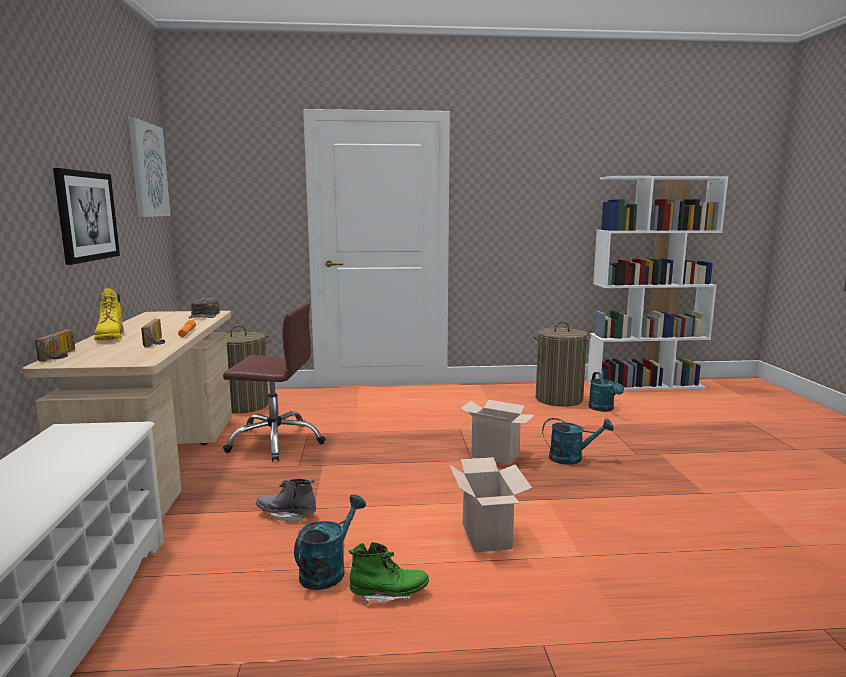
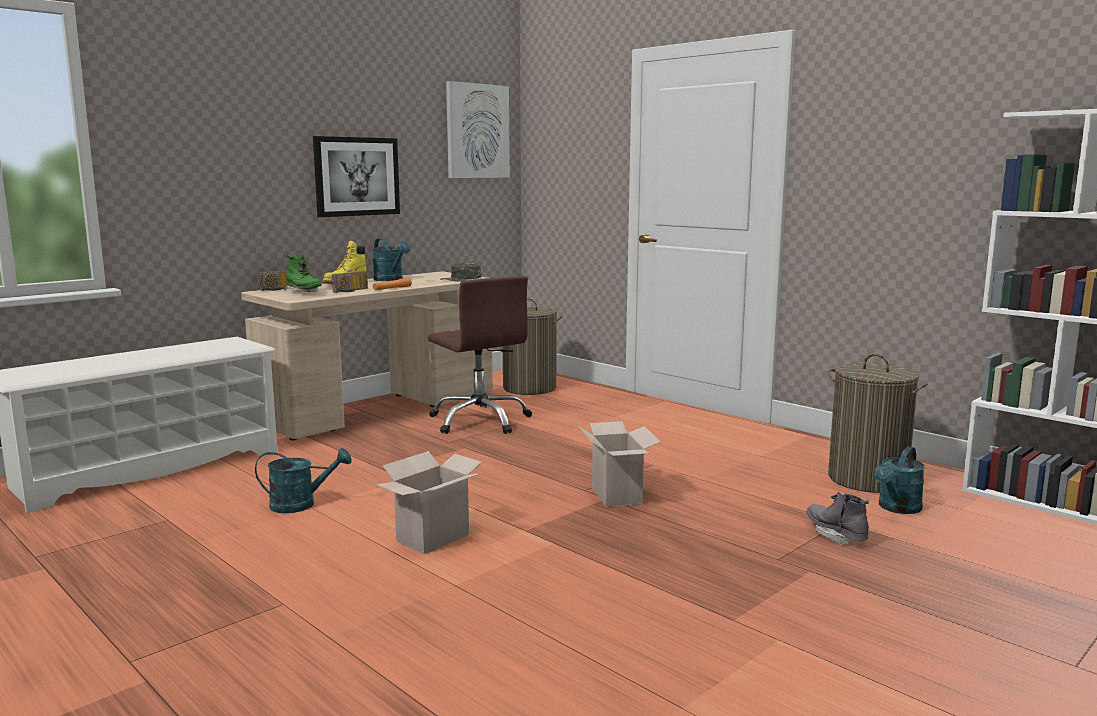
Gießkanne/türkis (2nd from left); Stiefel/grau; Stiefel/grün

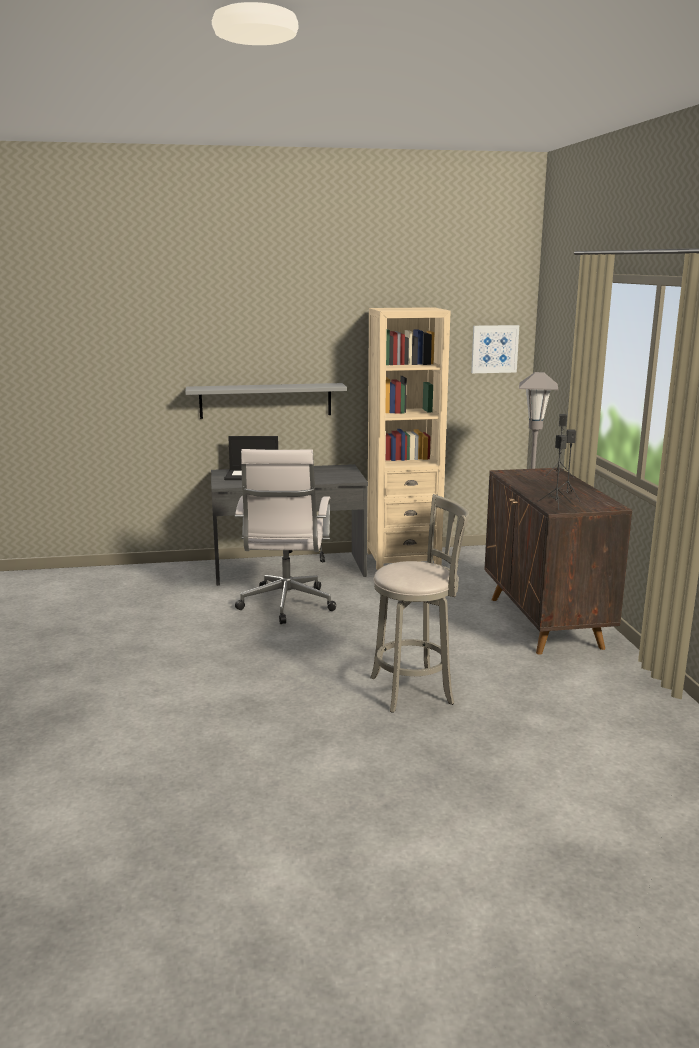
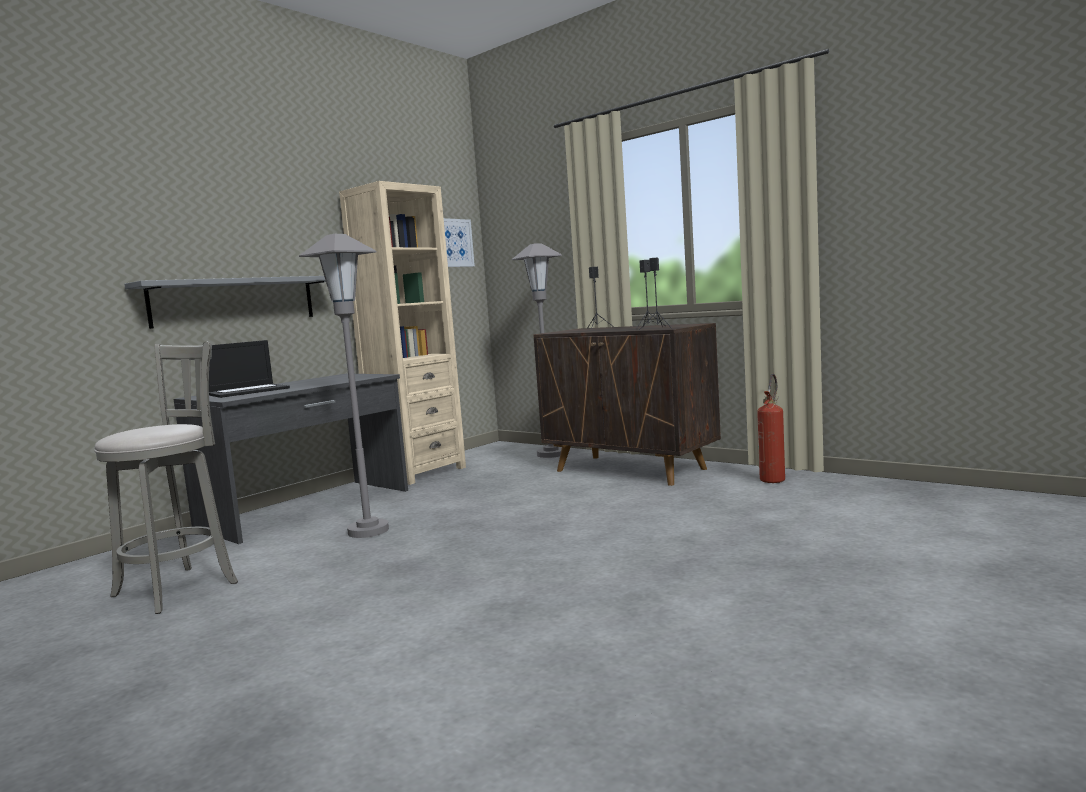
Stehlampe/grau (1st from left); Hocker/grau; Feuerlöscher

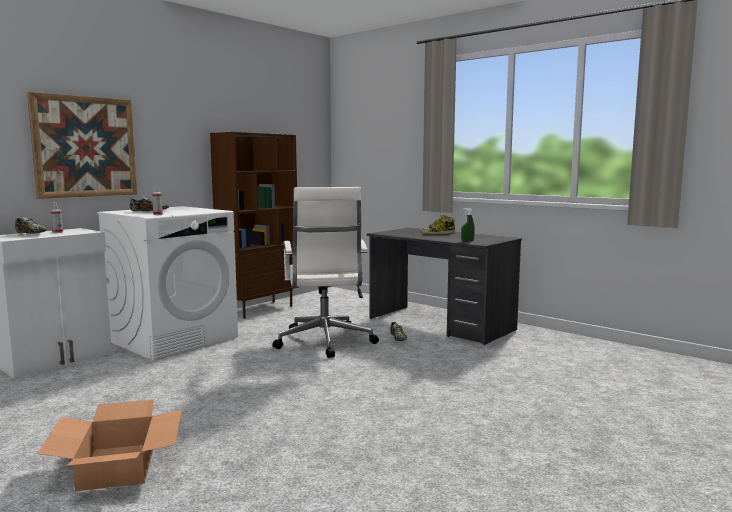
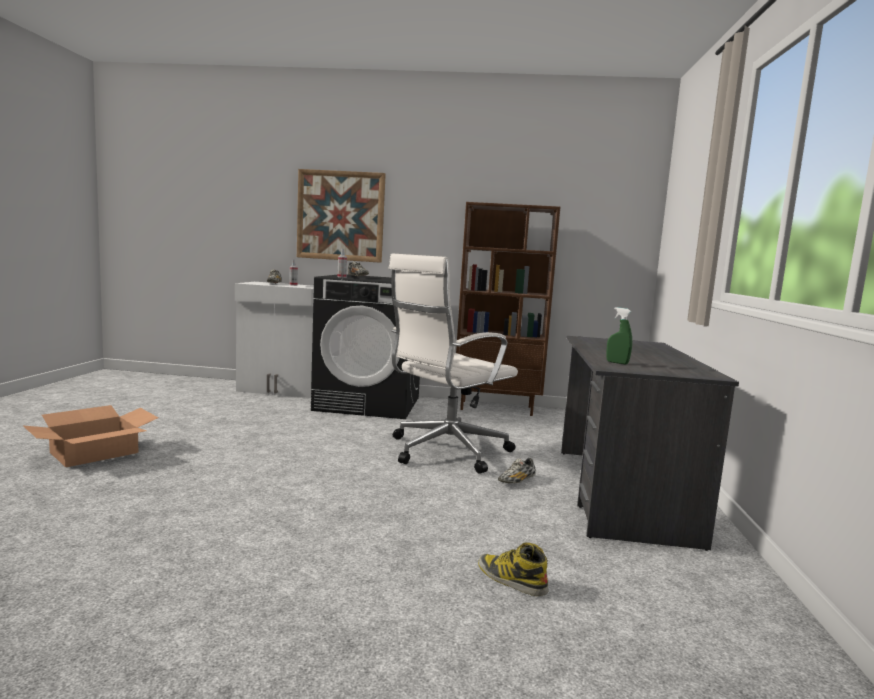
Waschmaschine/schwarz; Stiefel

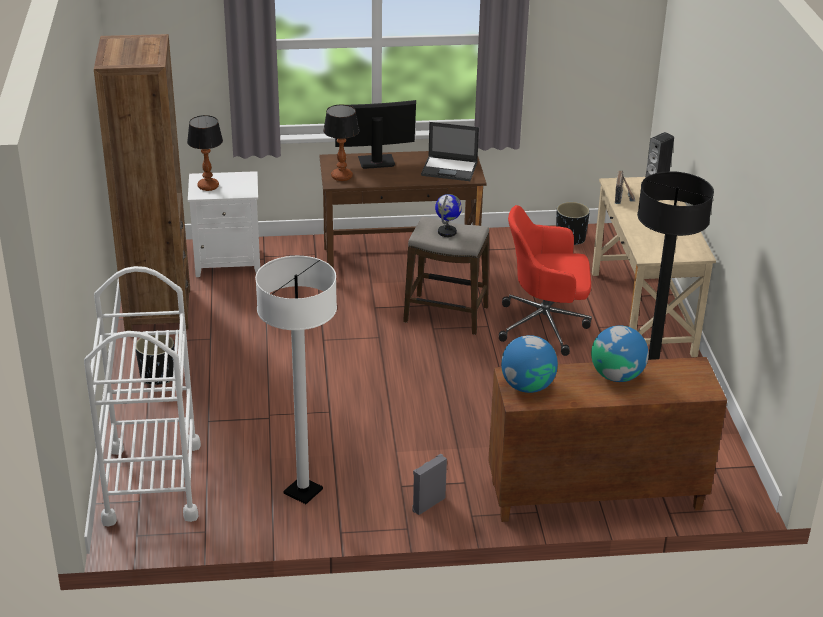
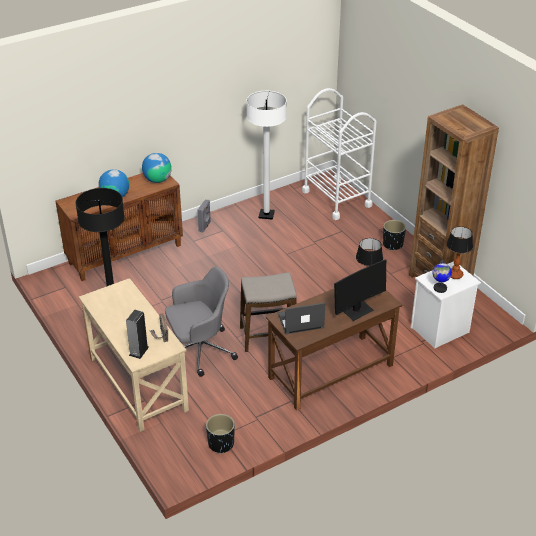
Globus (3rd from left); Bürostuhl/grau

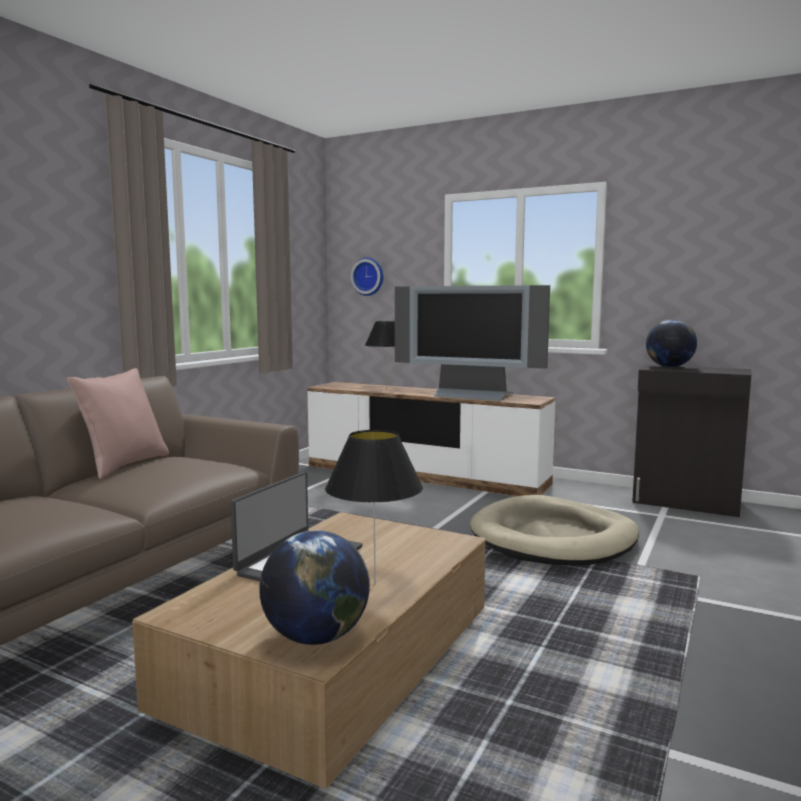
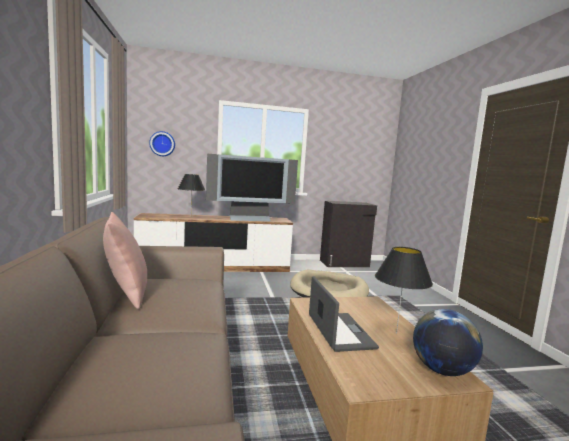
Globus (2nd from left in the first image)

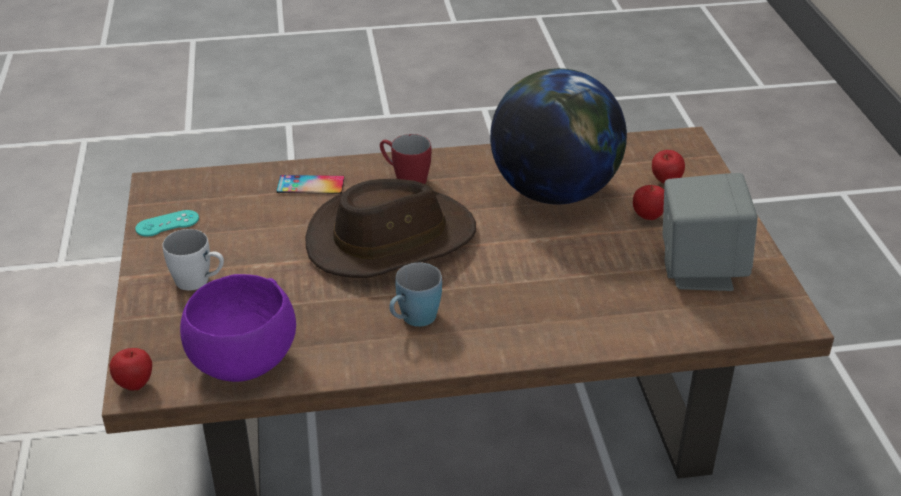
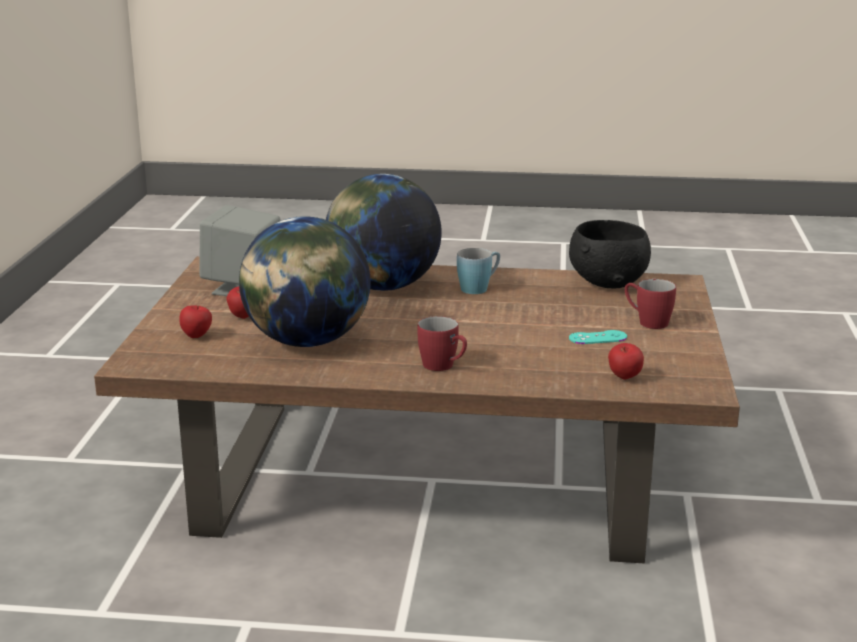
Handy; Hut/braun; Gamepad/türkis; Henkelbecher/rot (2nd from left); Schüssel/schwarz; Apfel (3rd from left); Globus (2nd from left)

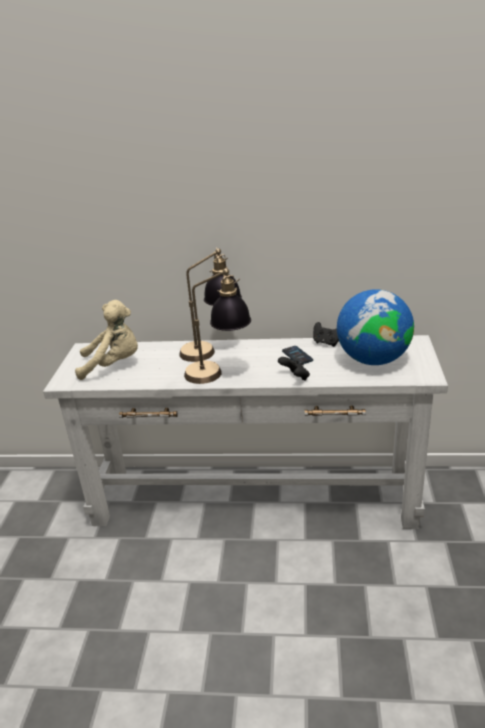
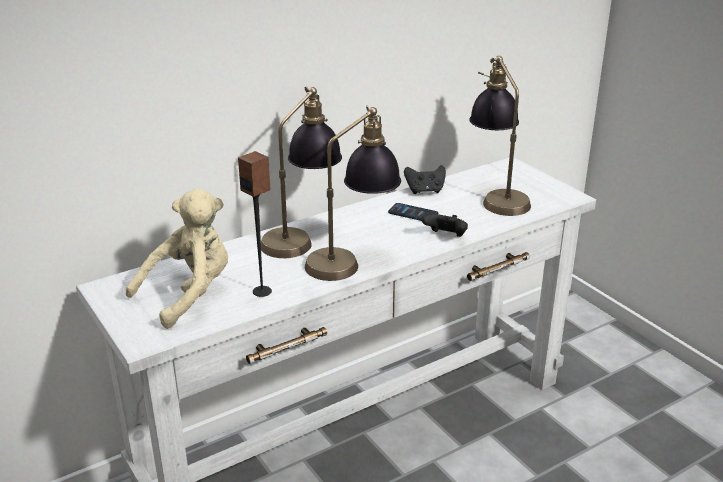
Tischlampe (3rd from left); Lautsprecher

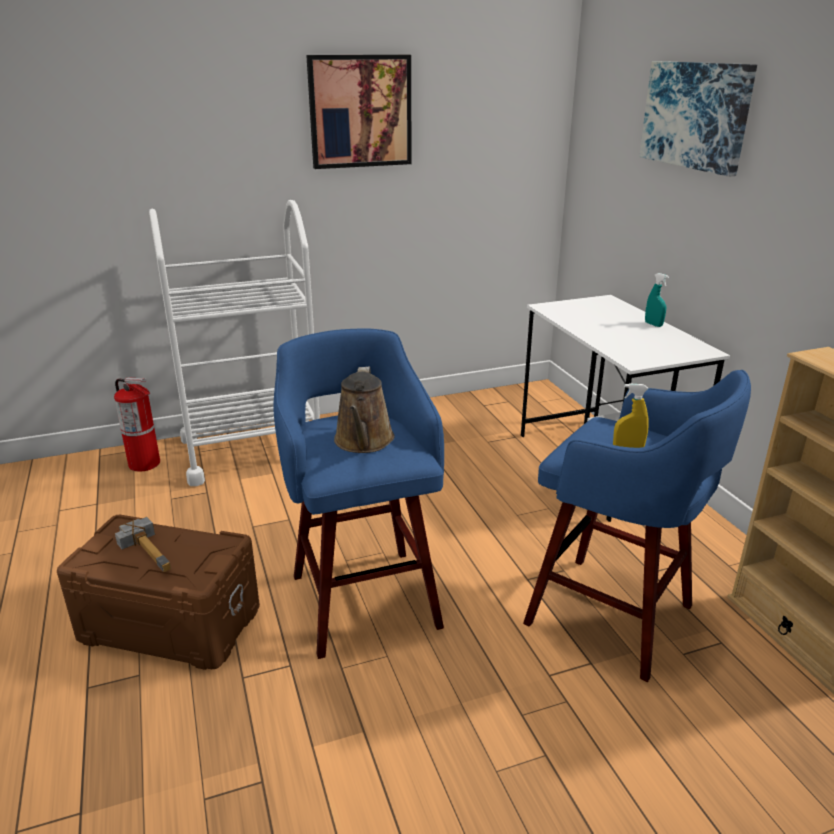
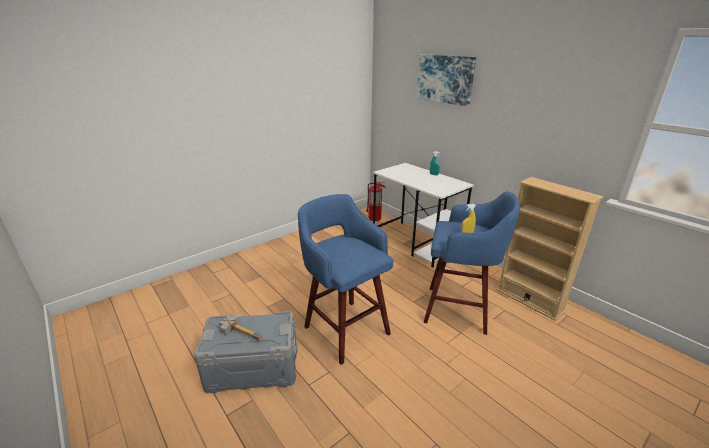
Bild (1st from left in the first image); Rollwagen/weiß; Gießkanne/braun; Feuerlöscher; Aufbewahrungsbox/grau

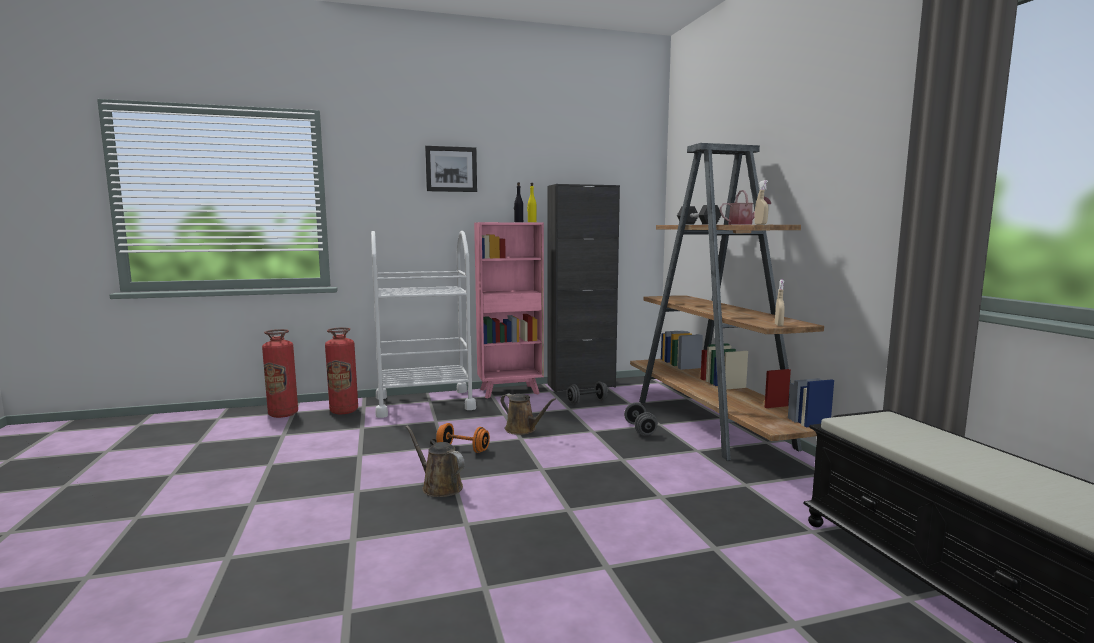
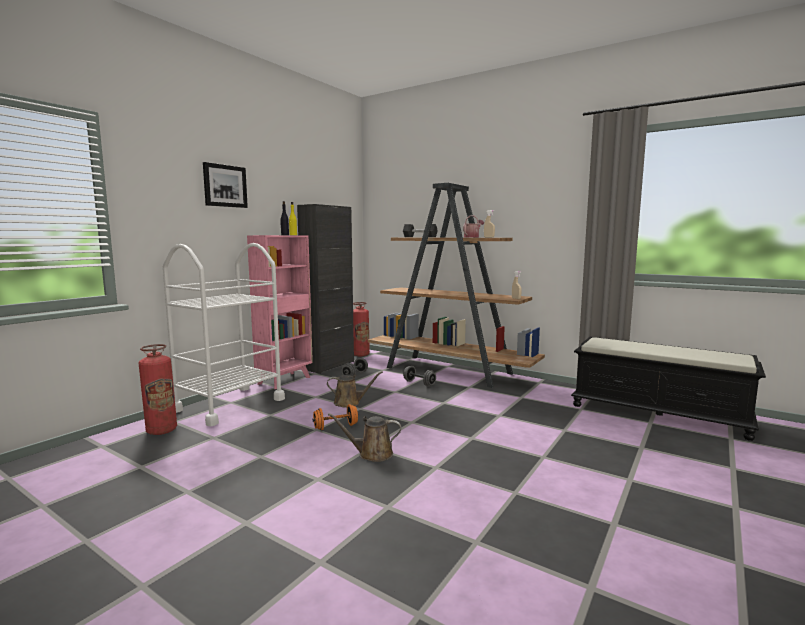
Feuerlöscher (2nd from left)

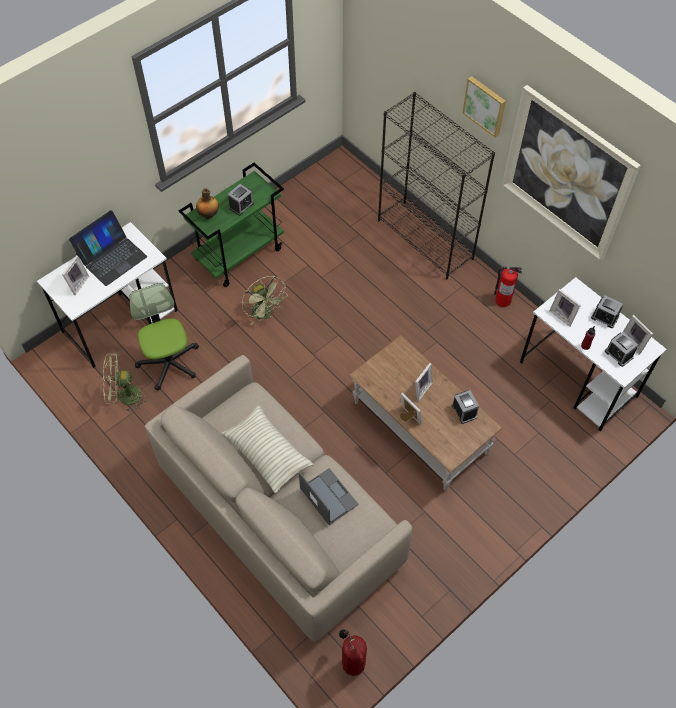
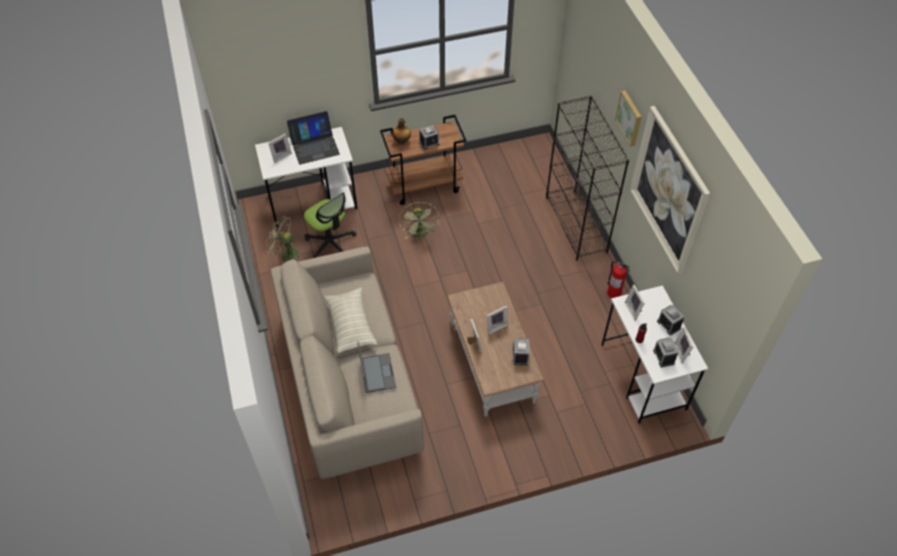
Rollwagen/braun; Bürostuhl; Feuerlöscher (1st from left in the first image)

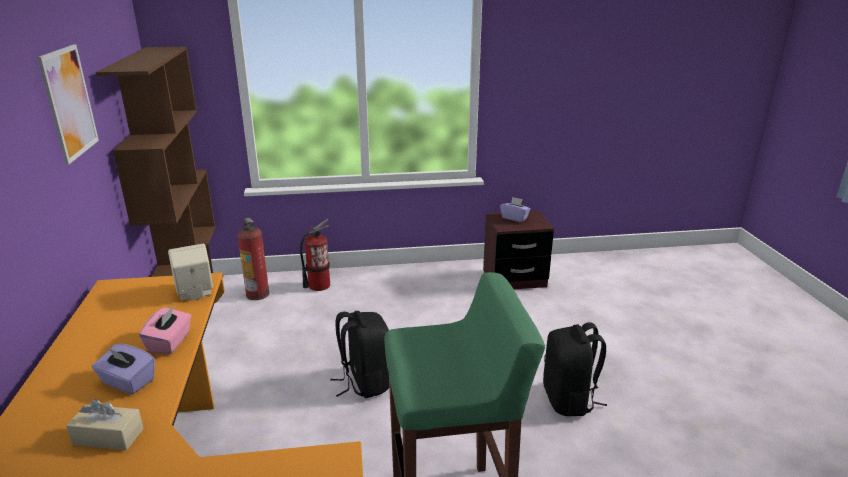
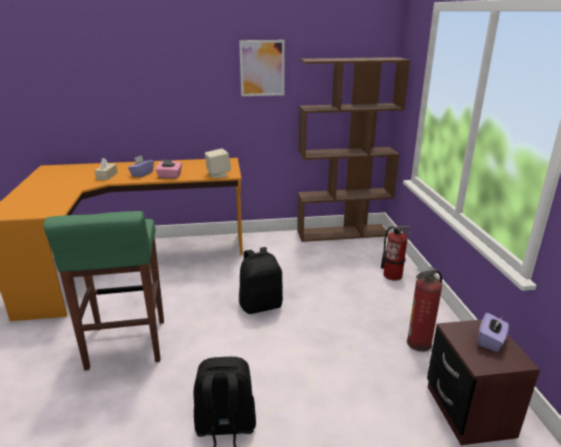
Feuerlöscher (2nd from left)

